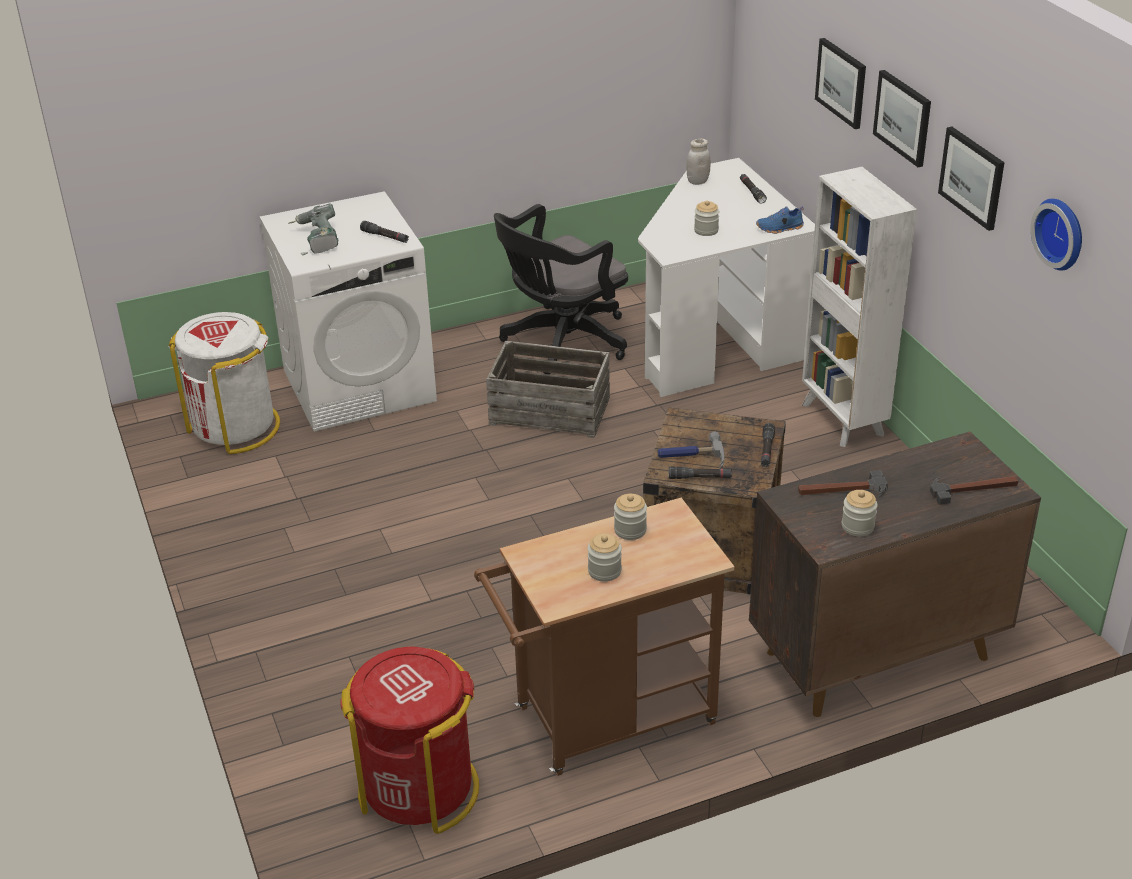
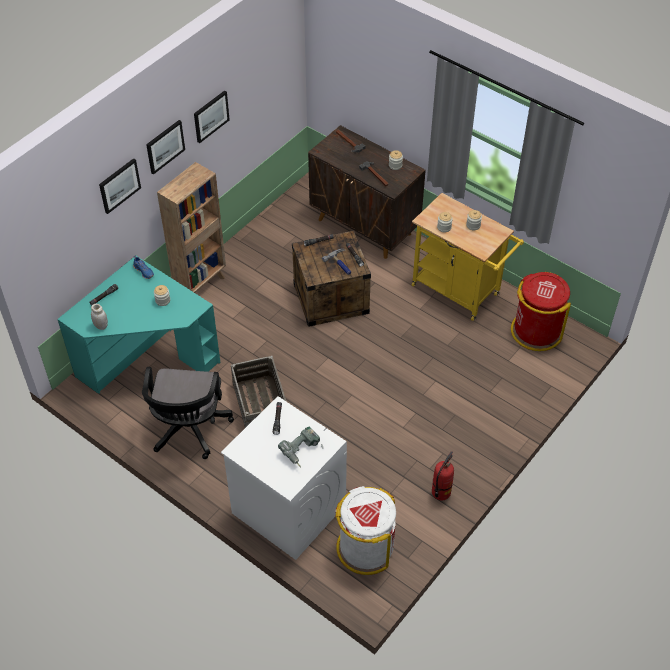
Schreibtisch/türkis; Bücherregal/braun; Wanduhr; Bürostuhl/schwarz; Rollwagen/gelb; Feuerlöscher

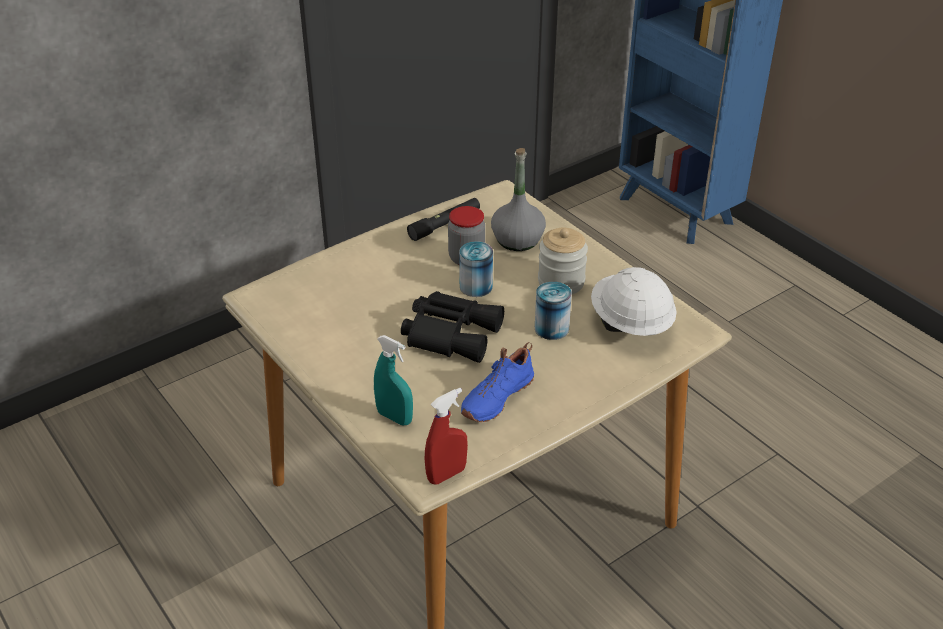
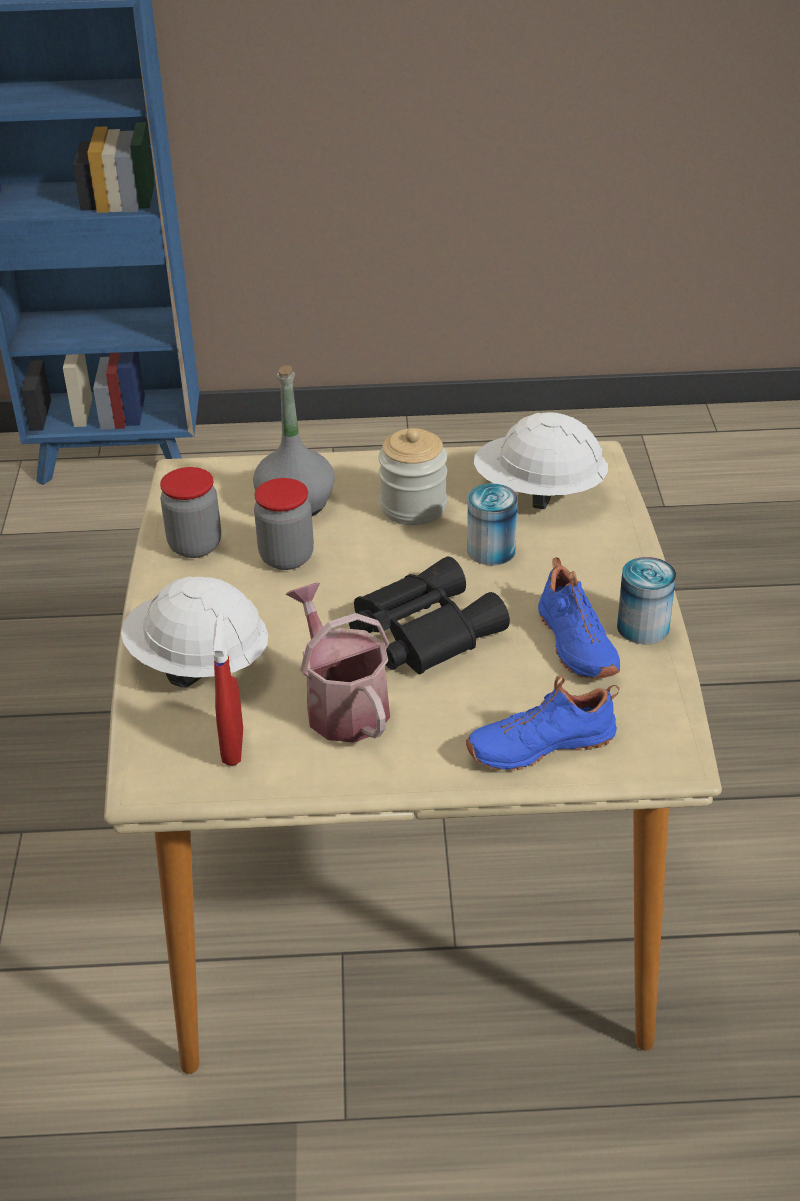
Vorratsglas (1st from left); Dose (2nd from left); Schuh/blau (1st from left); Sprühflasche/rot; Schutzhelm/weiß (1st from left); Gießkanne

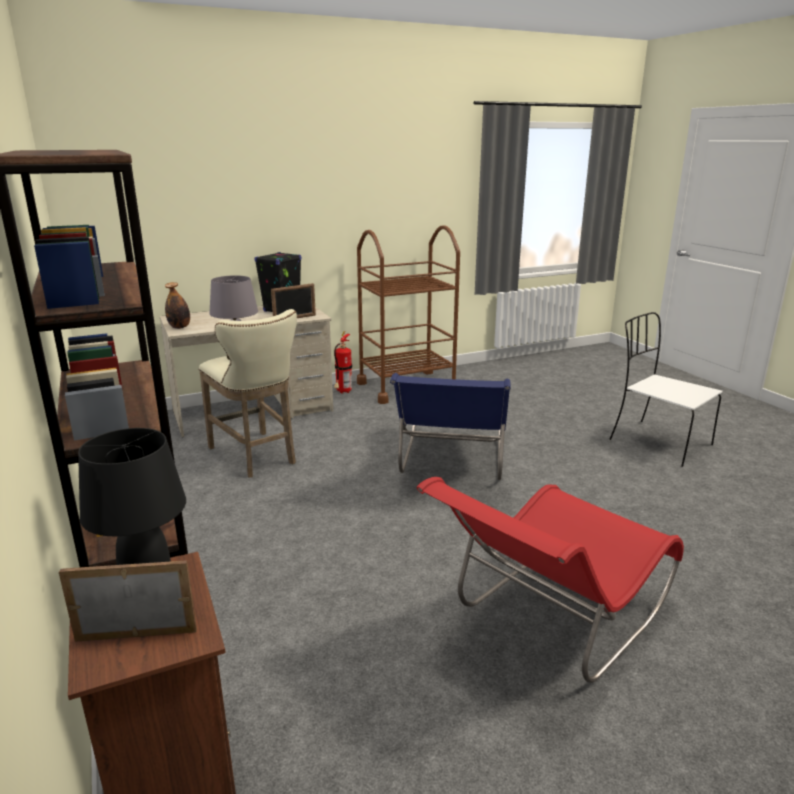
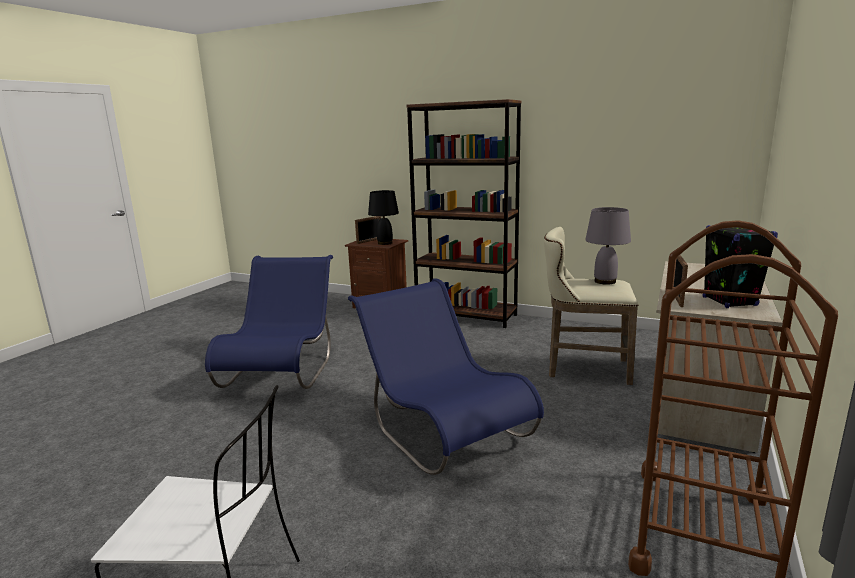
Flasche; Feuerlöscher; Stuhl/blau (1st from left)

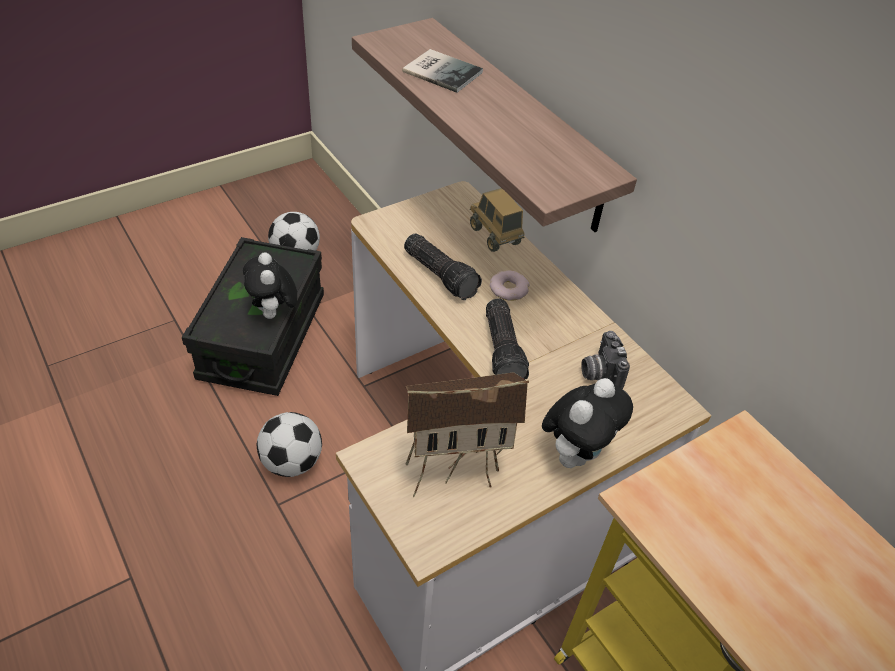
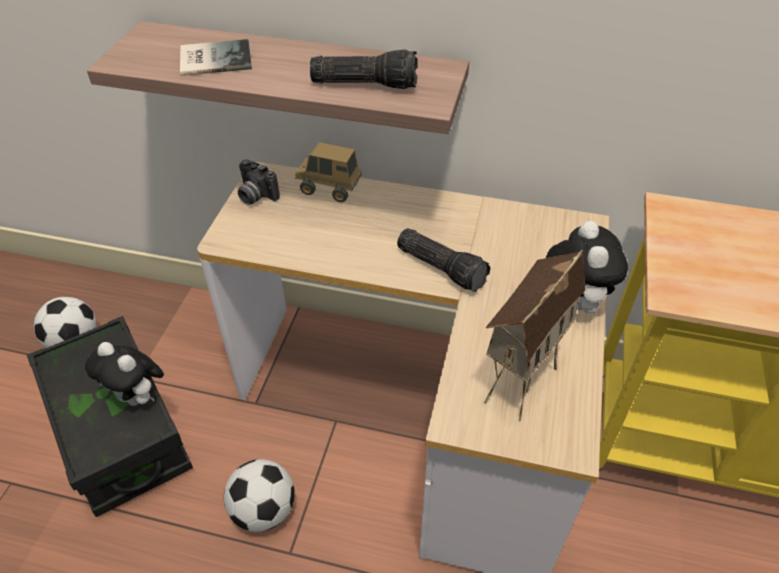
Taschenlampe (1st from left); Donut; Kamera

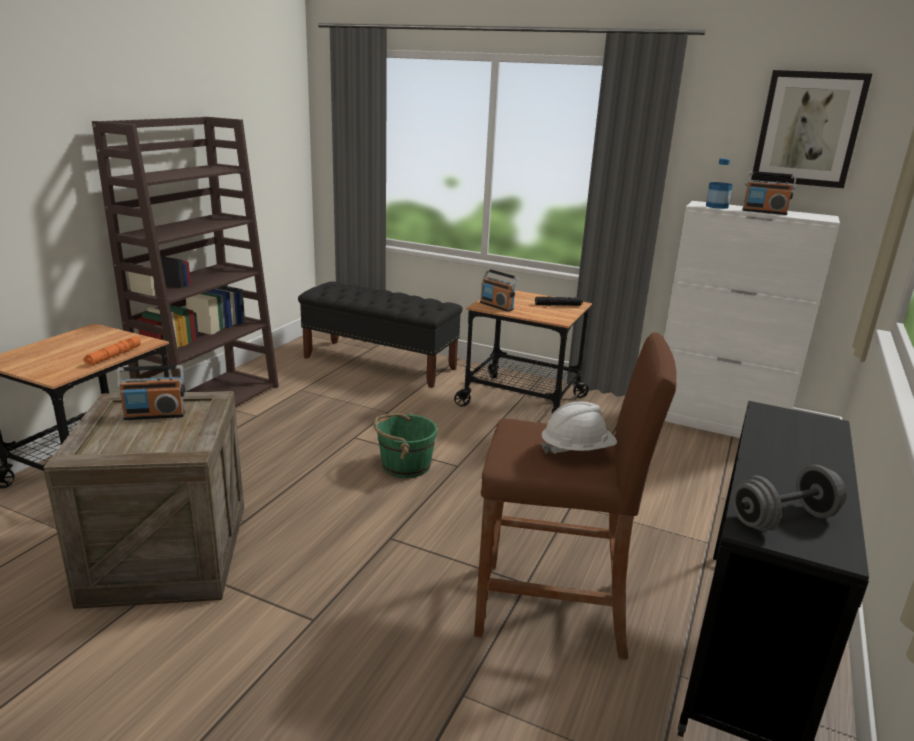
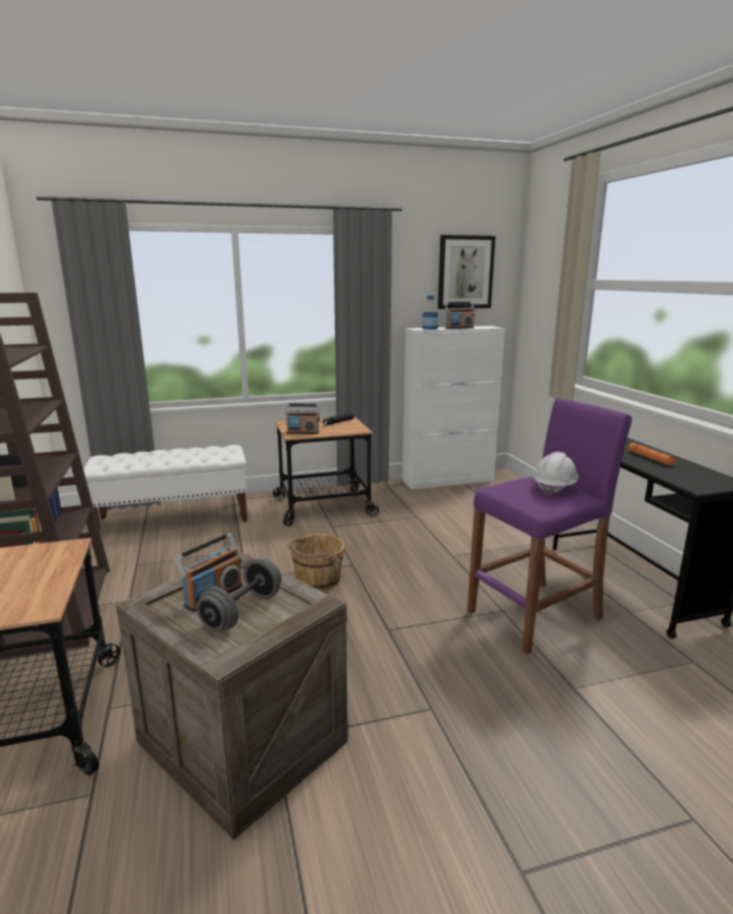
Bank/weiß; Hocker/lila; Taschenlampe/orange; Eimer/braun; Hantel/grau

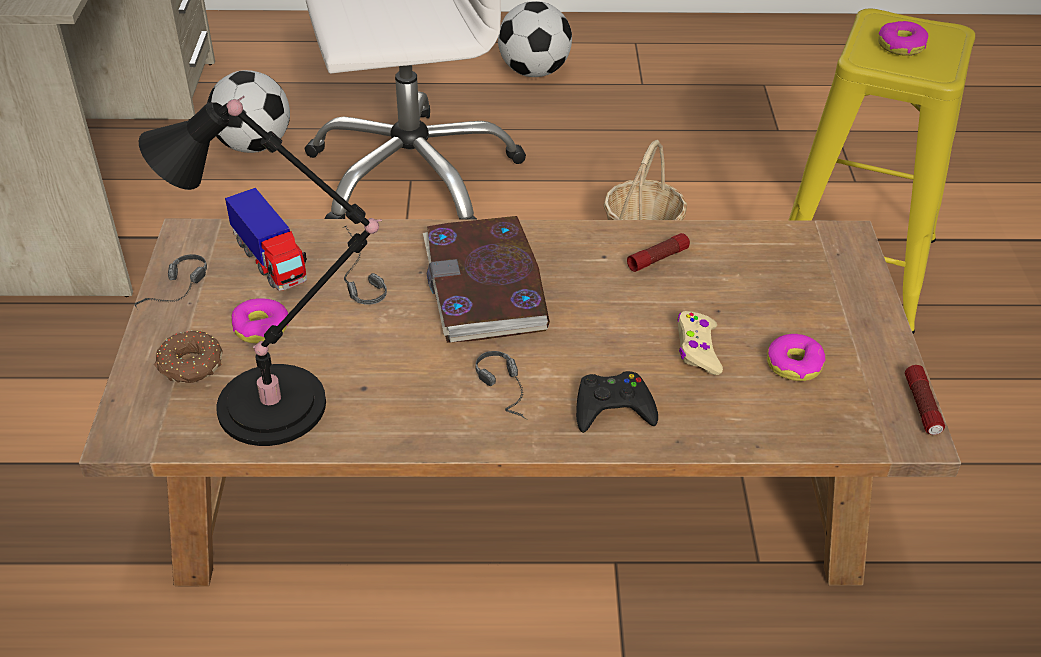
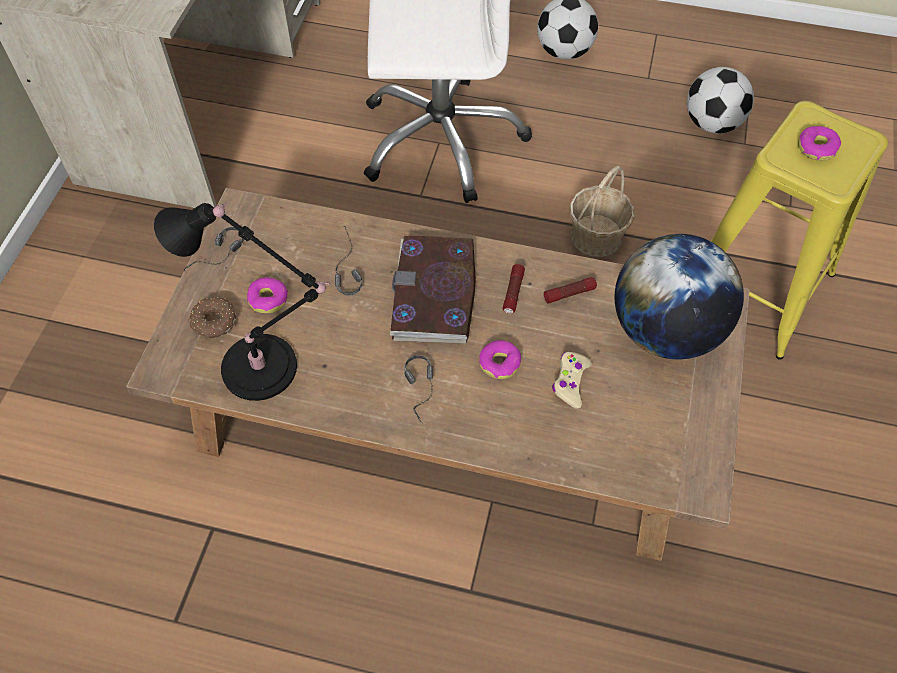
Fußball (2nd from left); Spielzeuglaster; Donut (3rd from left); Taschenlampe (1st from left); Gamepad/schwarz; Globus

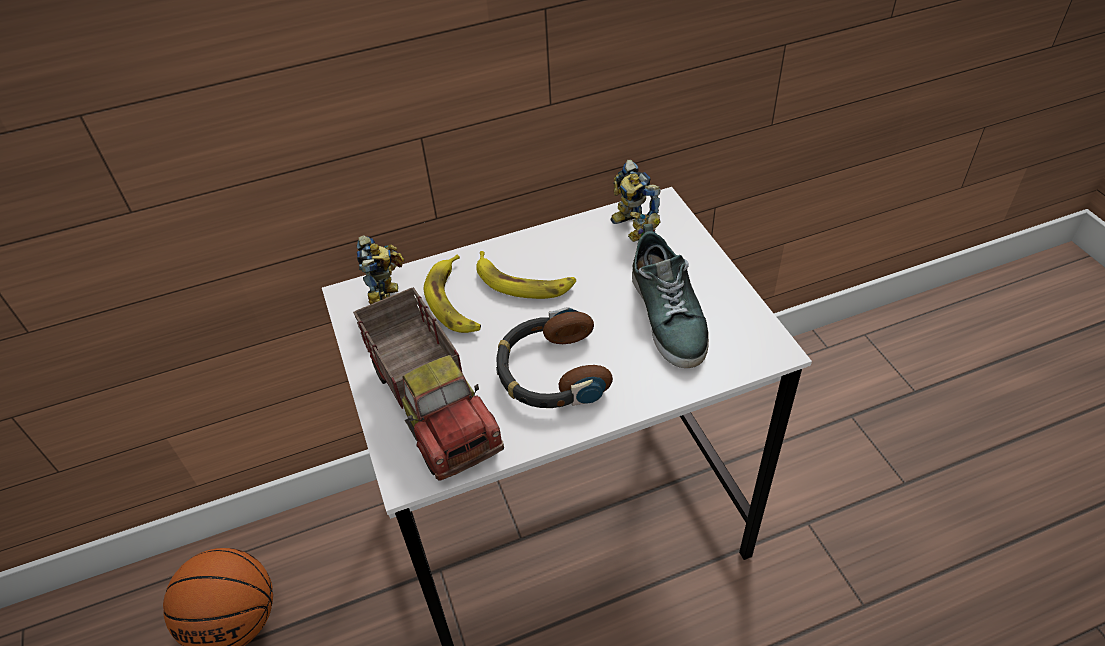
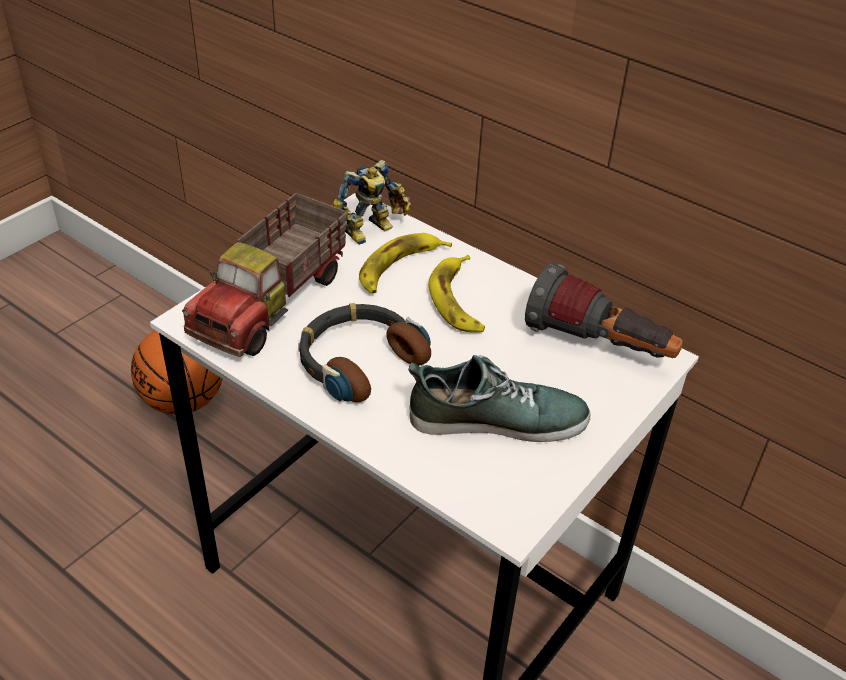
Taschenlampe; Schuh

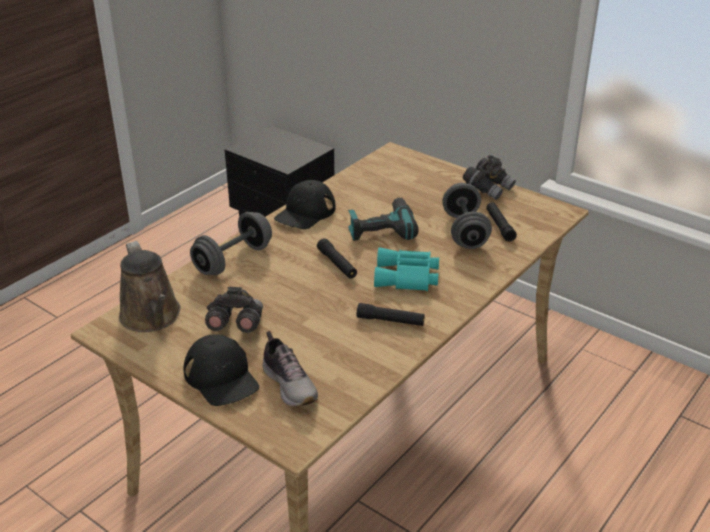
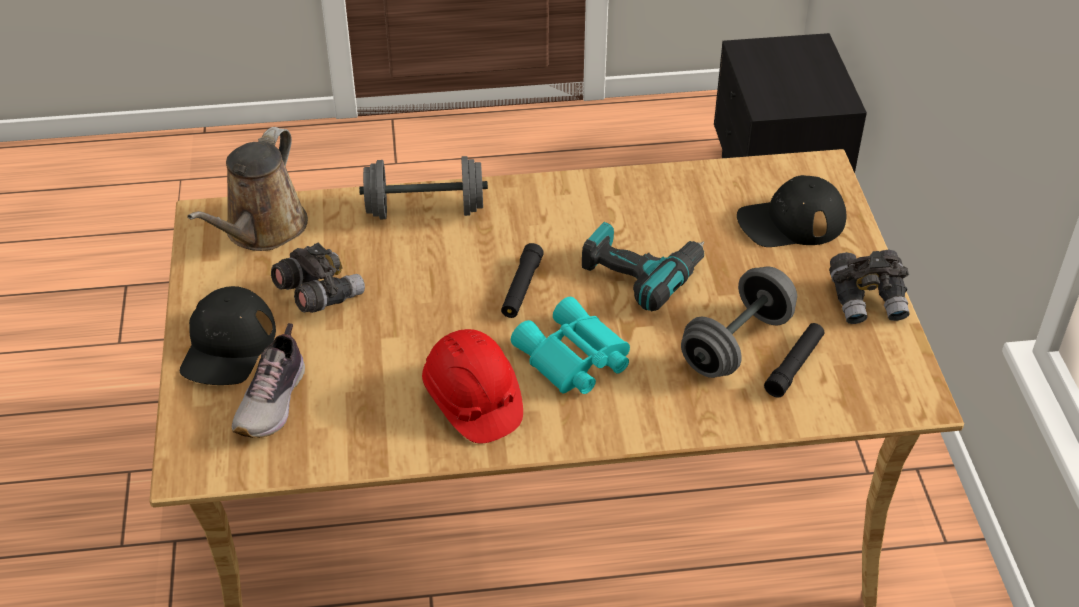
Kappe/schwarz (2nd from left); Schutzhelm/rot

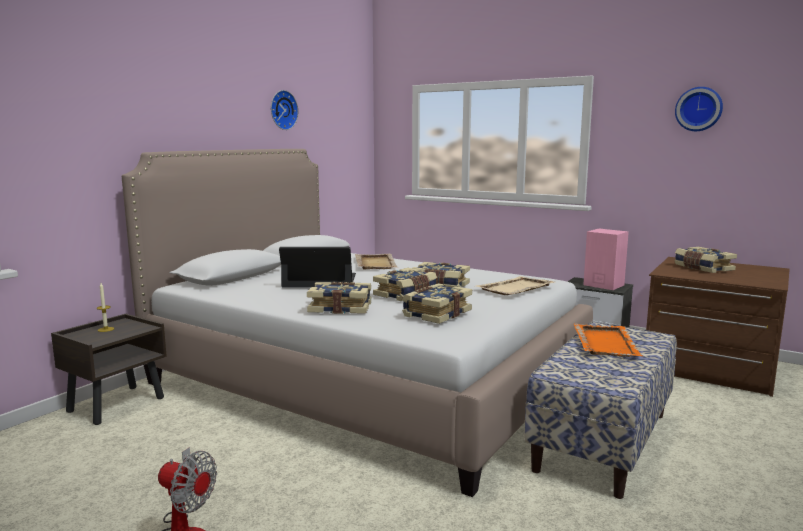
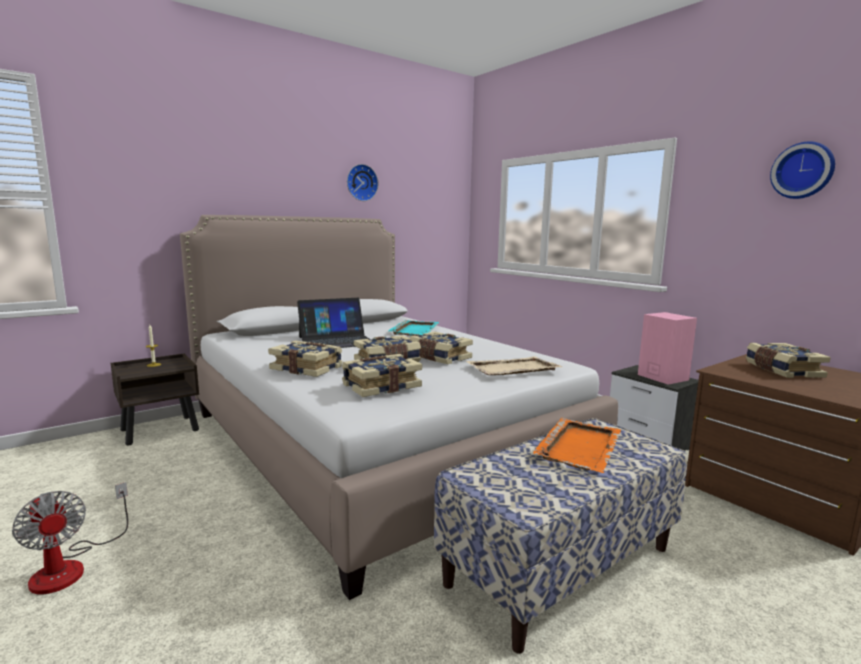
Laptop; Tablett/türkis

